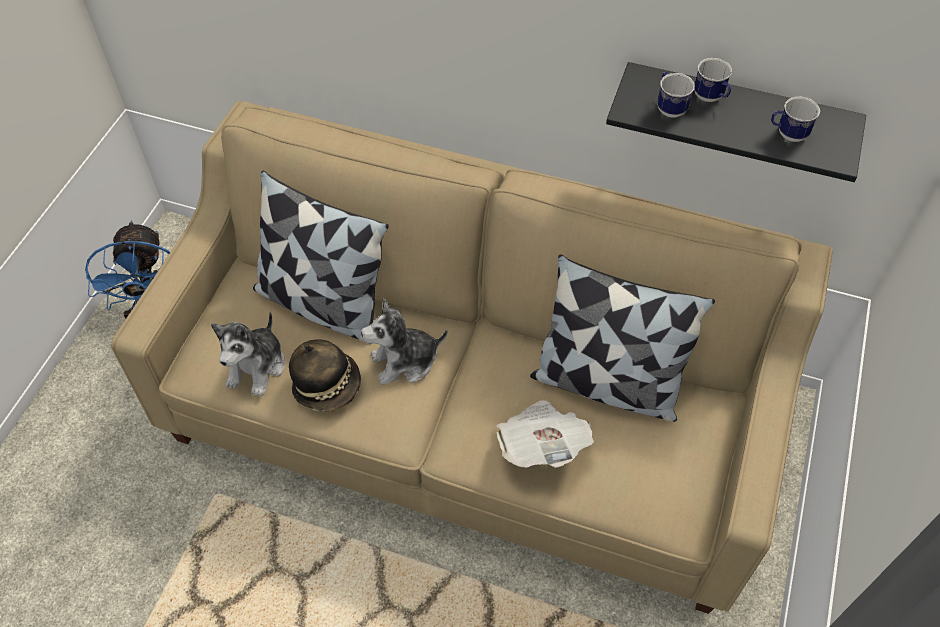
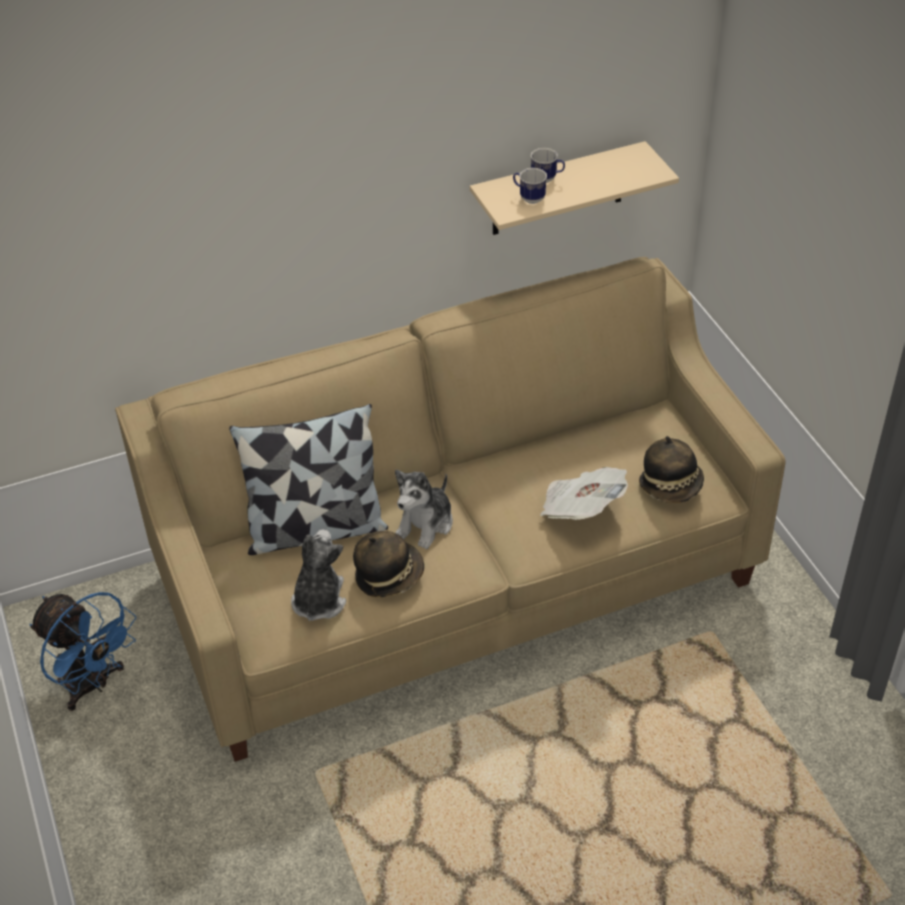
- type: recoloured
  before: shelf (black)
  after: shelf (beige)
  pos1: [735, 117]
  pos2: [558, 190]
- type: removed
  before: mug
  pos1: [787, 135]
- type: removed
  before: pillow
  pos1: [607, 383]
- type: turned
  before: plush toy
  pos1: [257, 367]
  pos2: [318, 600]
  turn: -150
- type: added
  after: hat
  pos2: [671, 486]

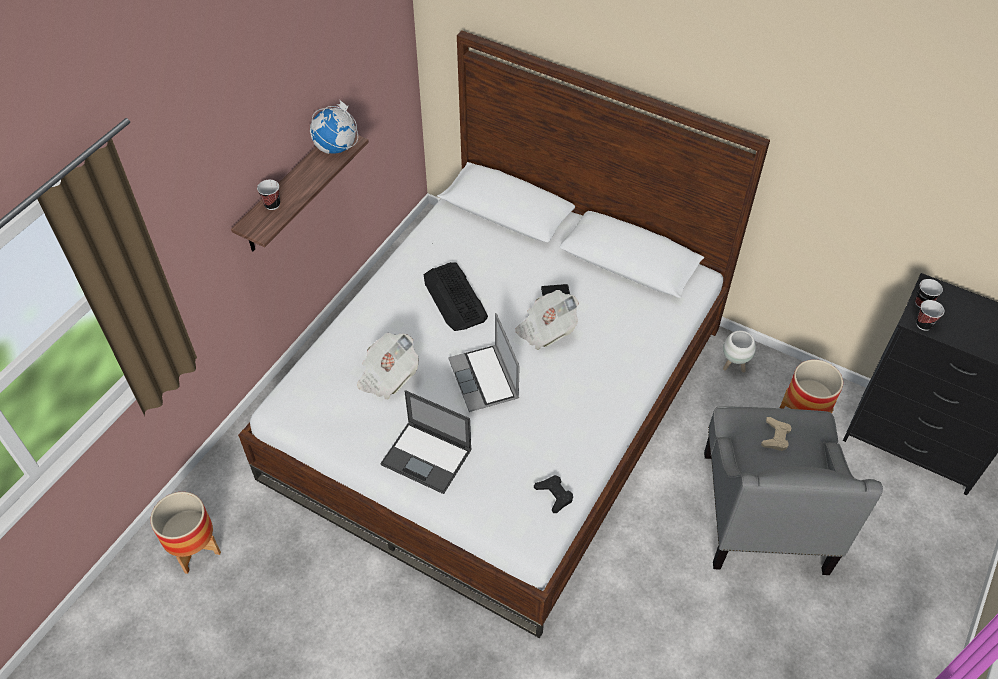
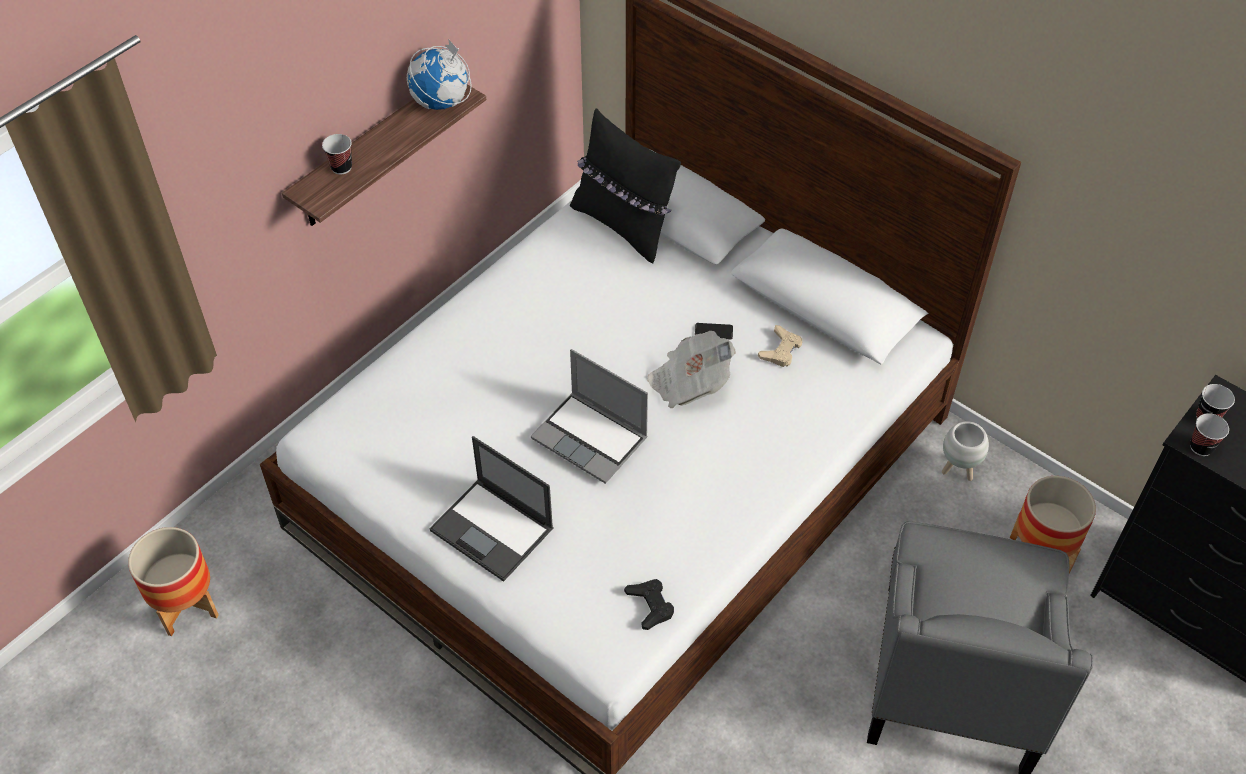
- type: removed
  before: keyboard
  pos1: [454, 297]
- type: turned
  before: laptop
  pos1: [485, 380]
  pos2: [591, 438]
  turn: -45
- type: removed
  before: newspaper
  pos1: [387, 376]
- type: moved
  before: game controller (beige)
  pos1: [775, 436]
  pos2: [781, 350]
- type: added
  after: pillow (black)
  pos2: [624, 225]

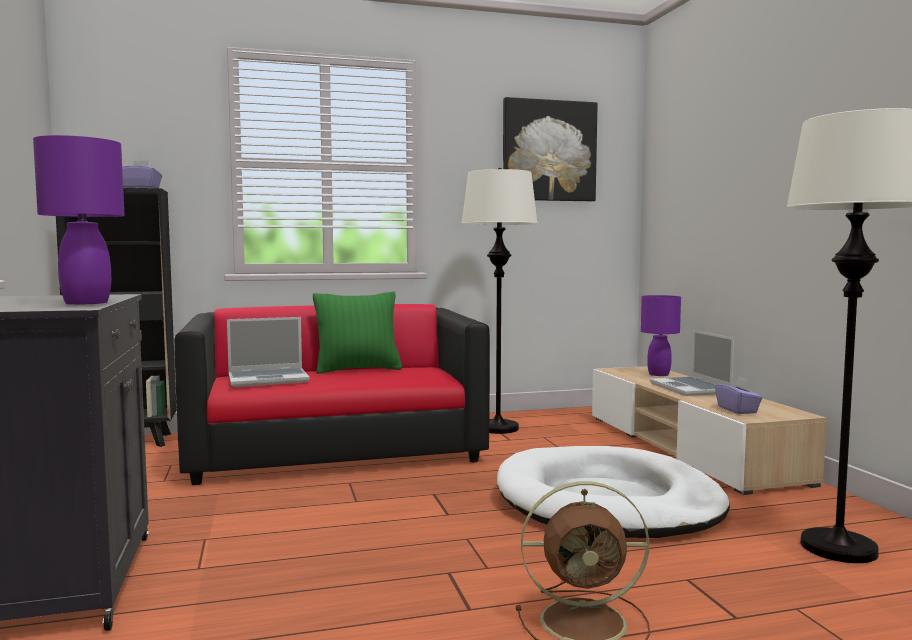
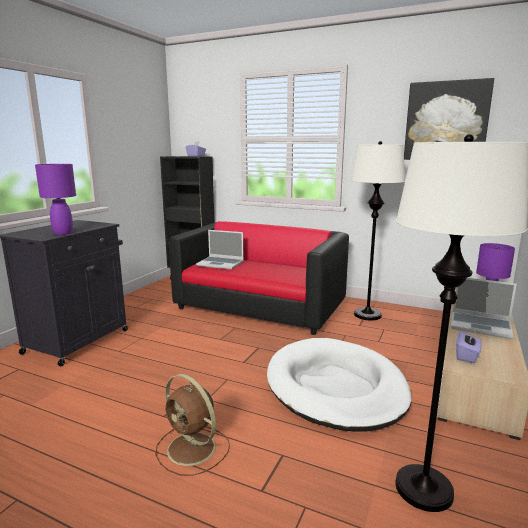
- type: removed
  before: pillow (green)
  pos1: [358, 370]
- type: turned
  before: laptop
  pos1: [691, 388]
  pos2: [481, 326]
  turn: -90

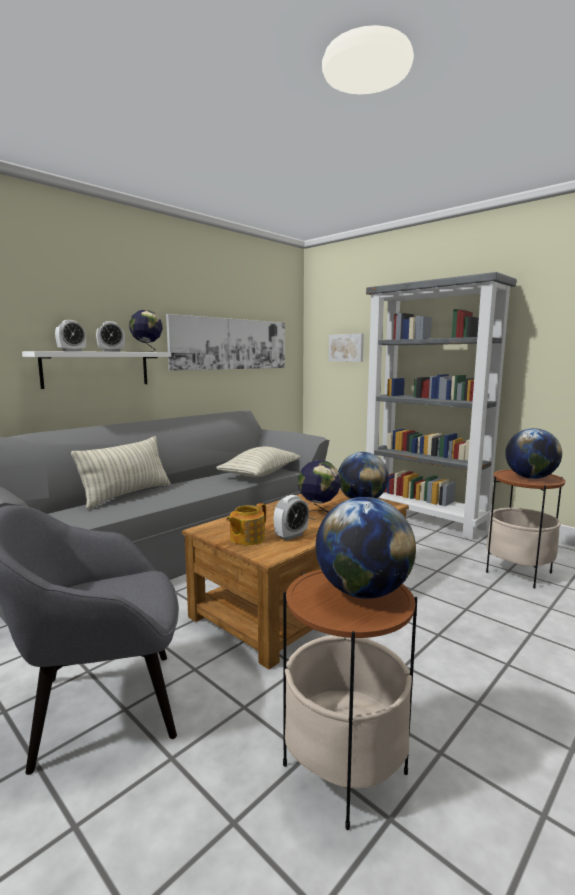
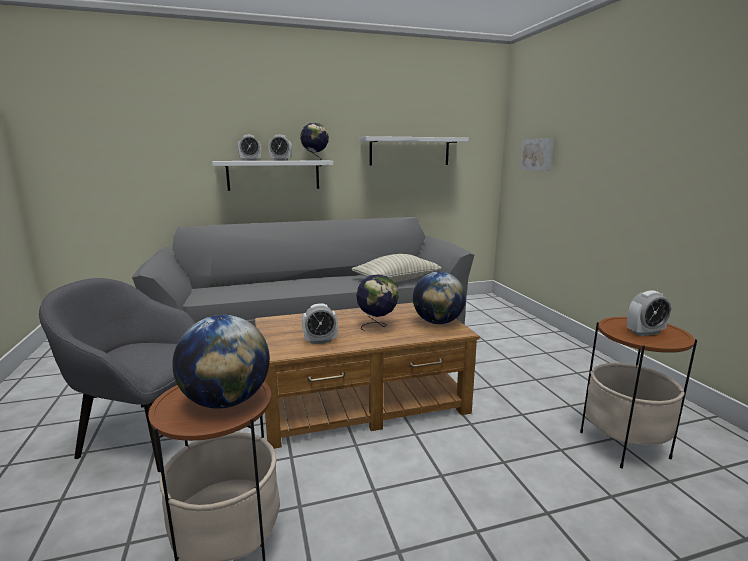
- type: removed
  before: bookcase (grey)
  pos1: [424, 519]
- type: replaced
  before: picture
  after: shelf (white)
  pos1: [231, 344]
  pos2: [409, 151]
- type: replaced
  before: globe
  after: alarm clock
  pos1: [530, 478]
  pos2: [645, 333]
- type: removed
  before: pillow
  pos1: [127, 495]
- type: removed
  before: teapot
  pos1: [246, 539]

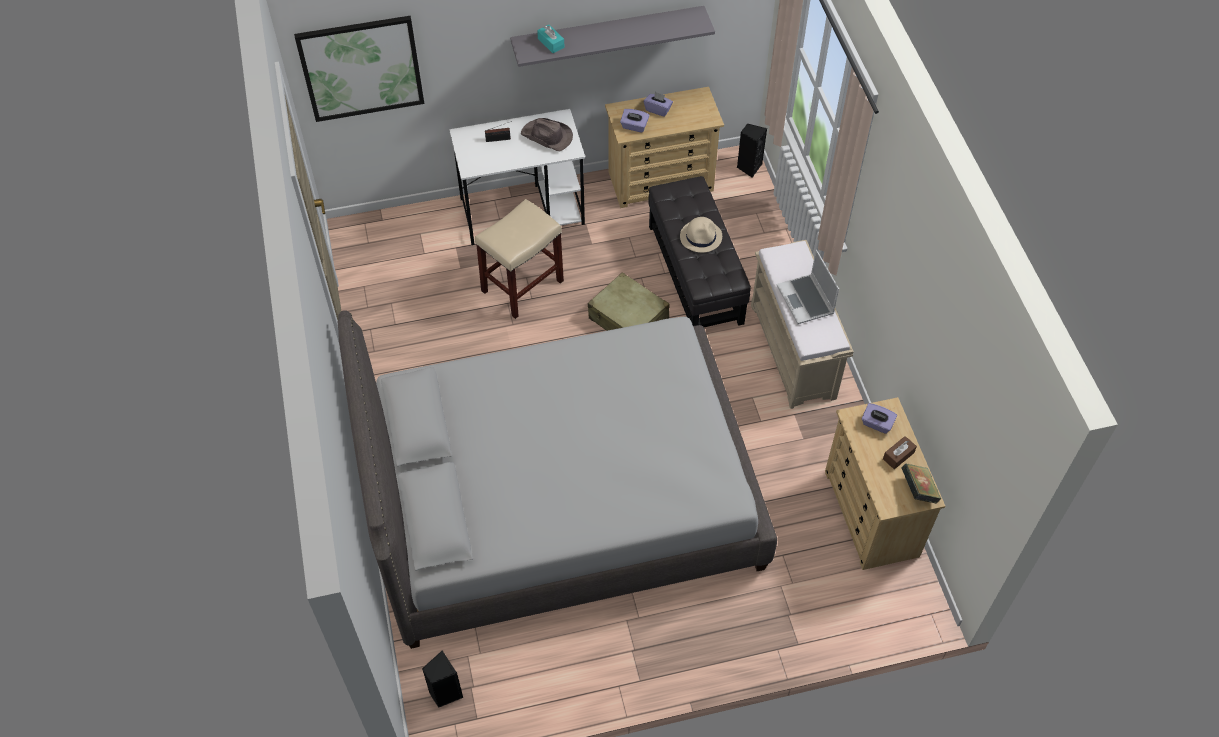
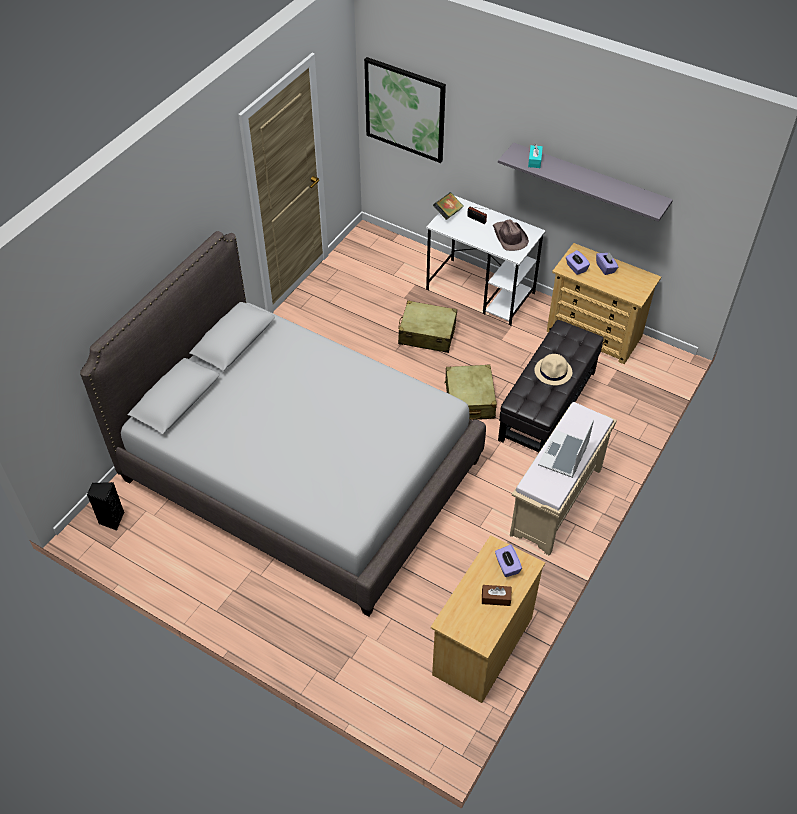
- type: removed
  before: speaker (black)
  pos1: [749, 167]
- type: replaced
  before: stool (beige)
  after: suitcase (beige)
  pos1: [522, 287]
  pos2: [427, 334]
- type: moved
  before: book
  pos1: [918, 490]
  pos2: [448, 213]

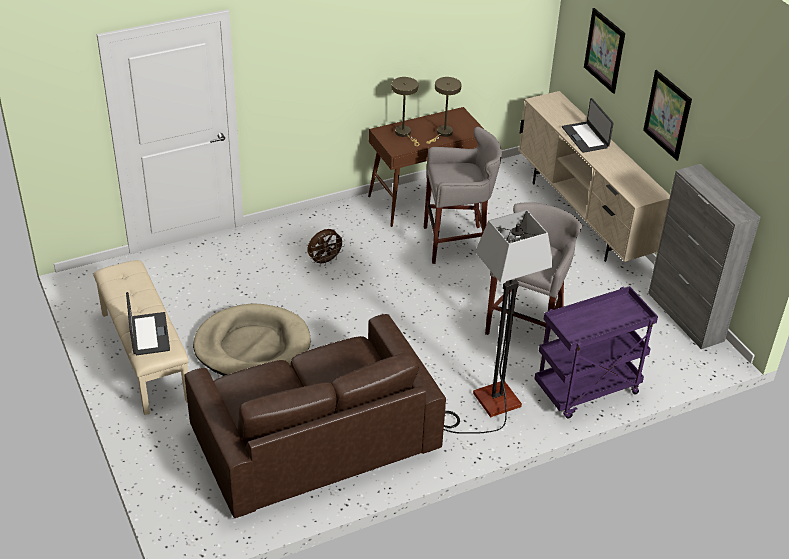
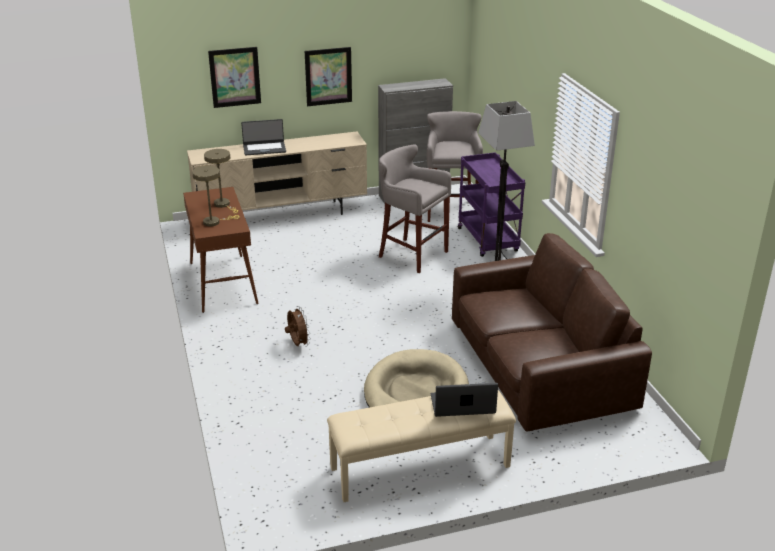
- type: moved
  before: stool (grey)
  pos1: [457, 243]
  pos2: [451, 210]

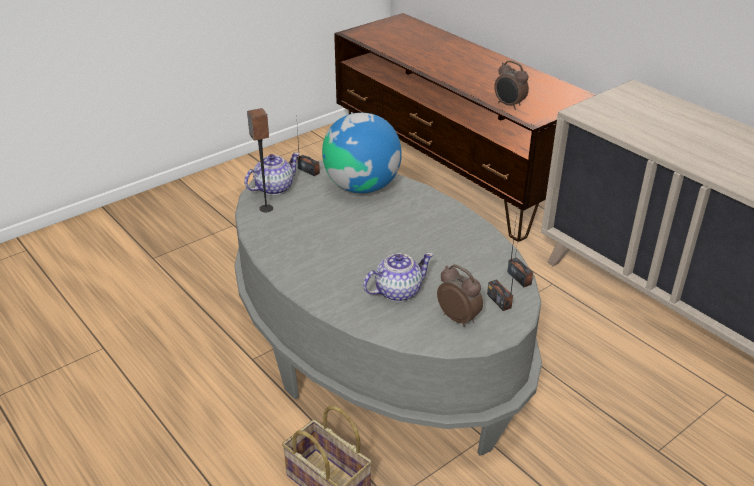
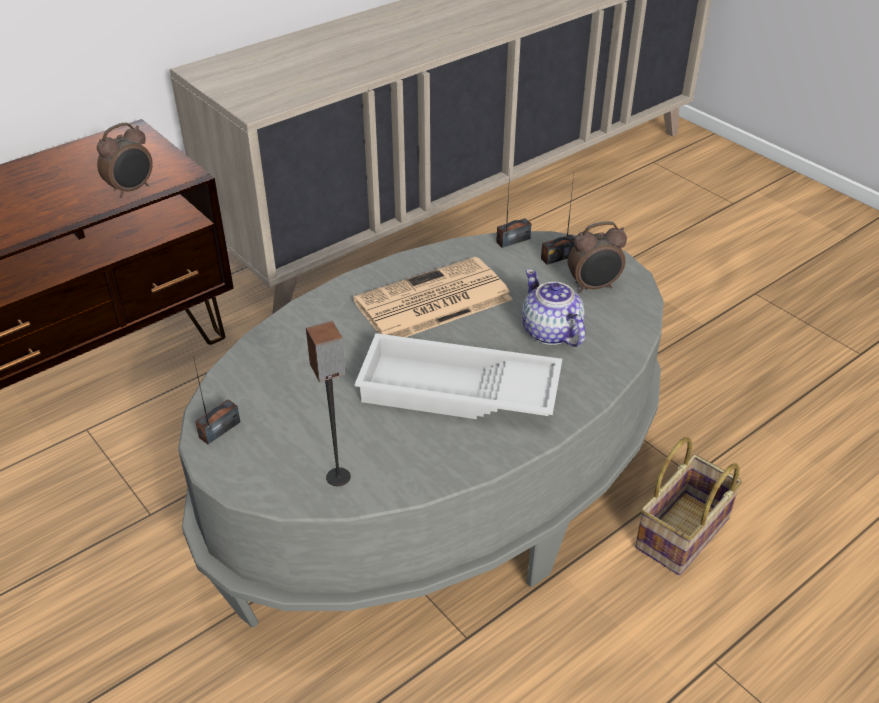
- type: removed
  before: globe
  pos1: [362, 186]
- type: removed
  before: teapot
  pos1: [273, 188]
- type: turned
  before: alarm clock
  pos1: [458, 318]
  pos2: [594, 287]
  turn: -150
- type: added
  after: newspaper
  pos2: [431, 302]
- type: added
  after: tray (white)
  pos2: [457, 393]

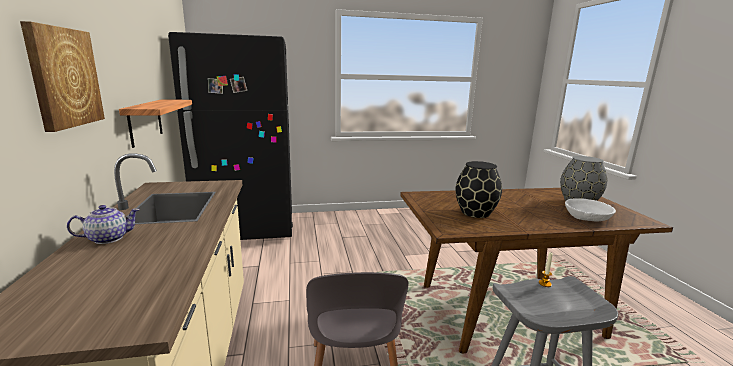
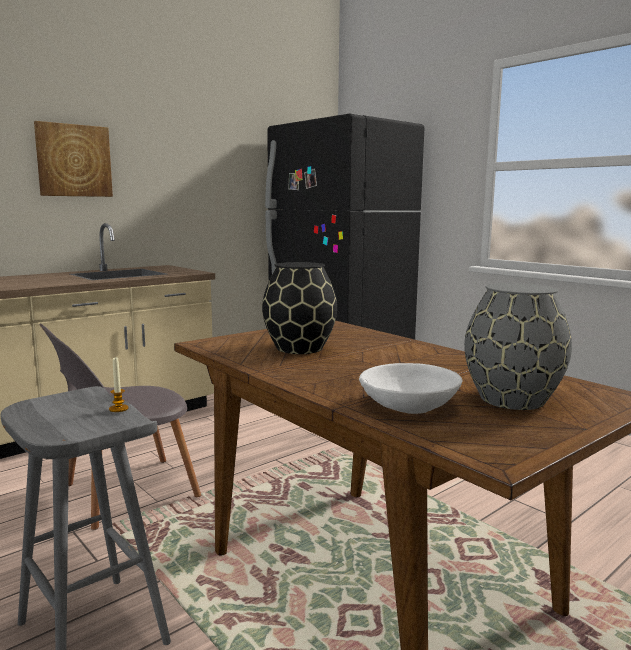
- type: removed
  before: shelf
  pos1: [145, 121]
- type: removed
  before: teapot
  pos1: [108, 238]

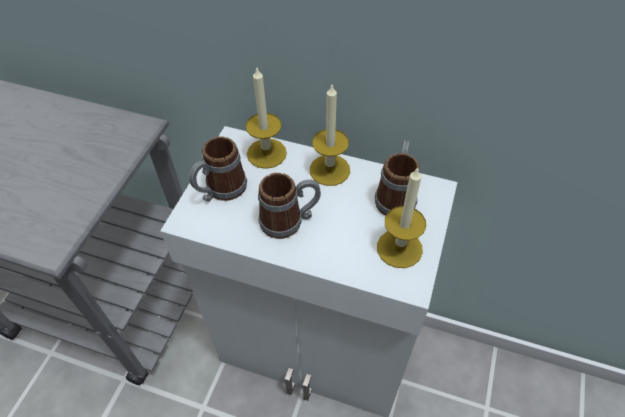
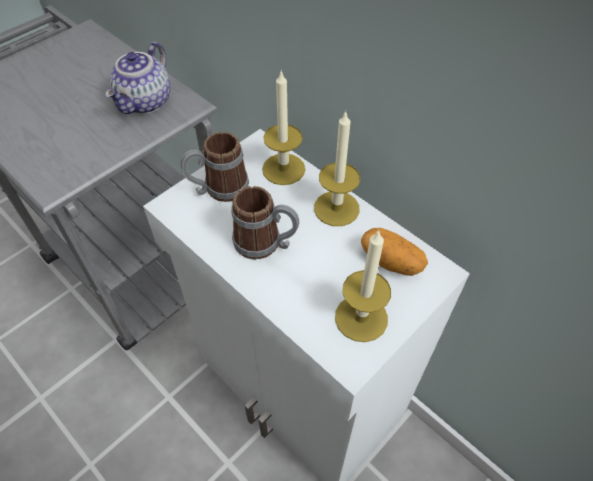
- type: replaced
  before: mug
  after: potato
  pos1: [396, 195]
  pos2: [391, 261]
- type: added
  after: teapot
  pos2: [146, 103]

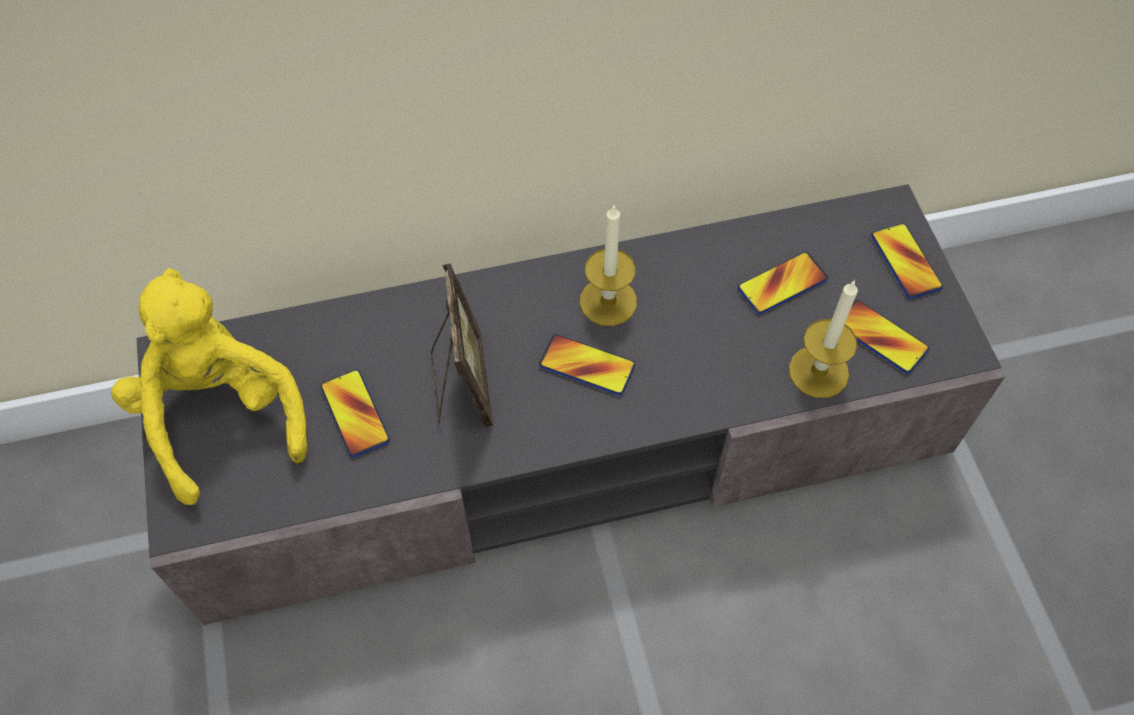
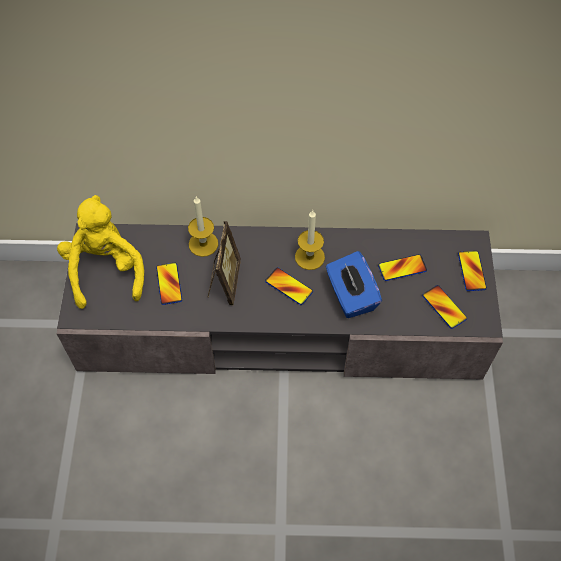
- type: moved
  before: candle
  pos1: [818, 371]
  pos2: [203, 244]
- type: added
  after: tissue box (blue)
  pos2: [351, 296]

